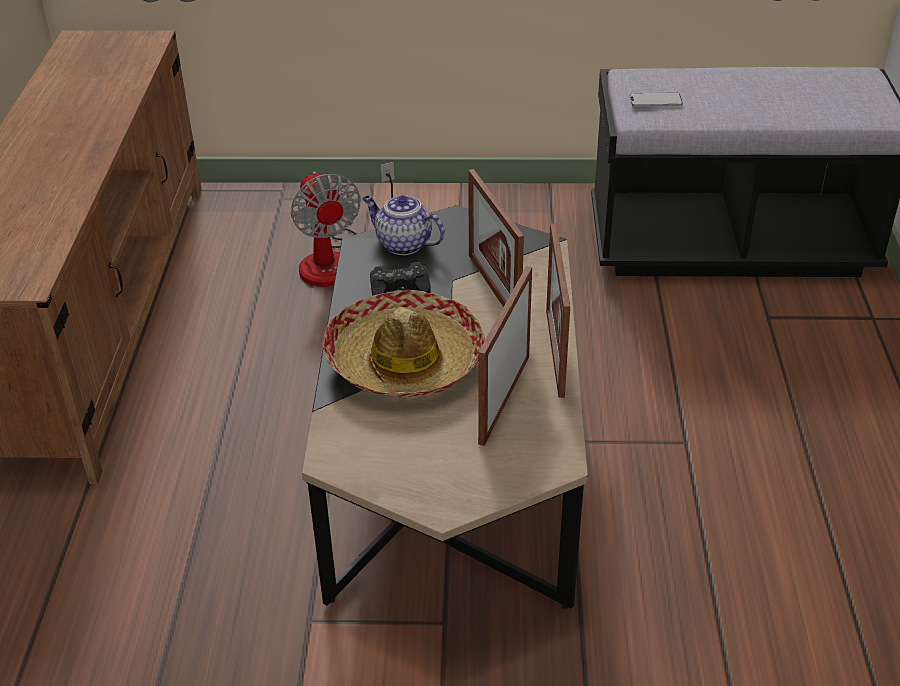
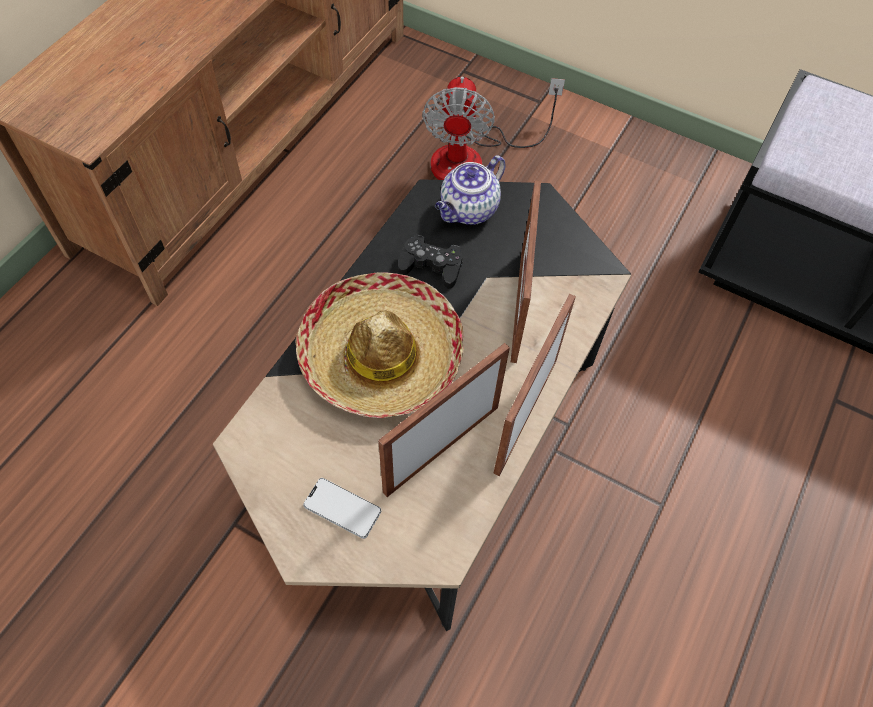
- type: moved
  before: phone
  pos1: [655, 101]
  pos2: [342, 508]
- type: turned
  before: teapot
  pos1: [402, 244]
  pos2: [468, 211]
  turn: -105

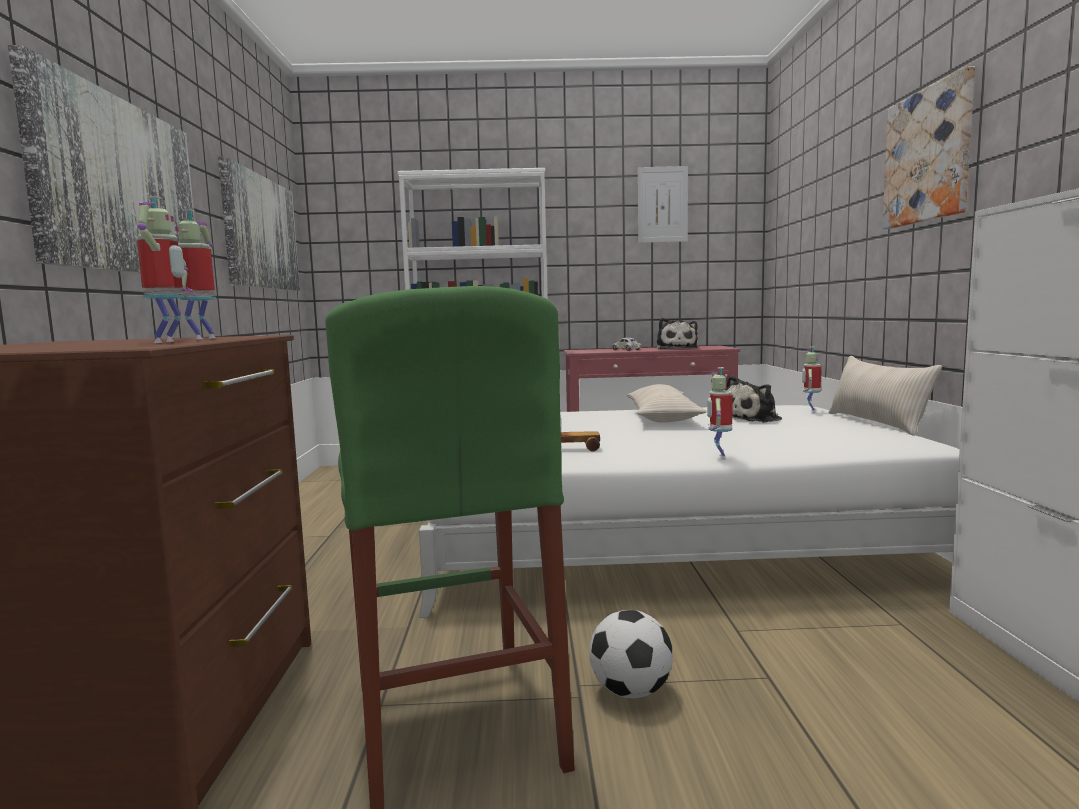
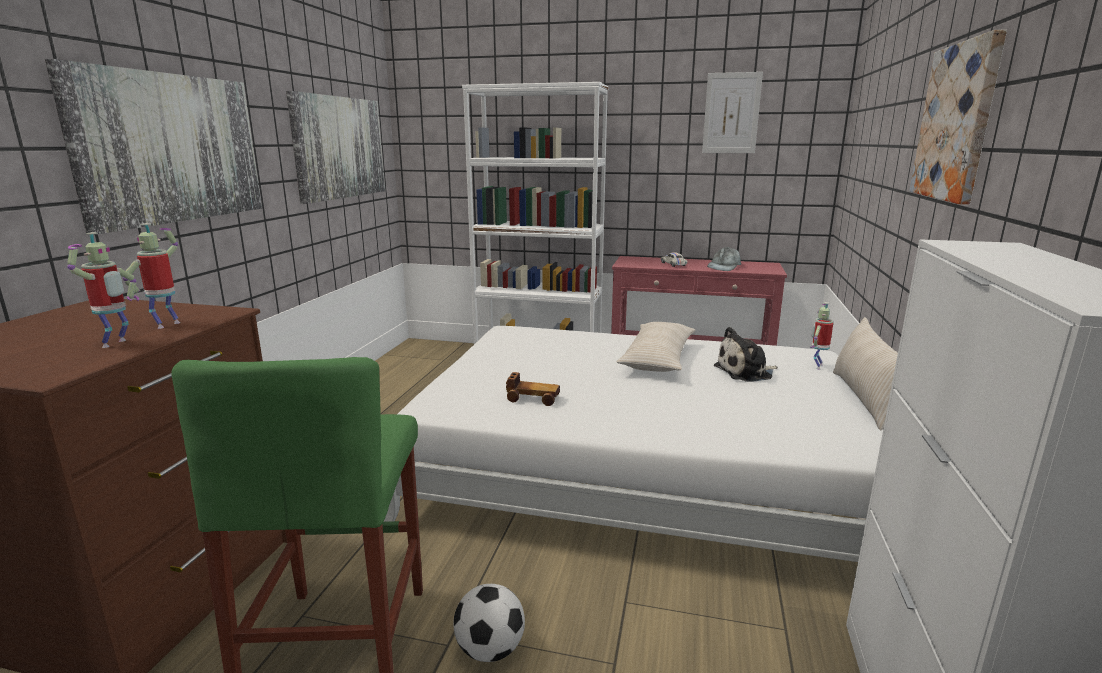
- type: replaced
  before: plush toy
  after: cap (grey)
  pos1: [676, 348]
  pos2: [724, 266]
- type: removed
  before: toy robot
  pos1: [719, 457]

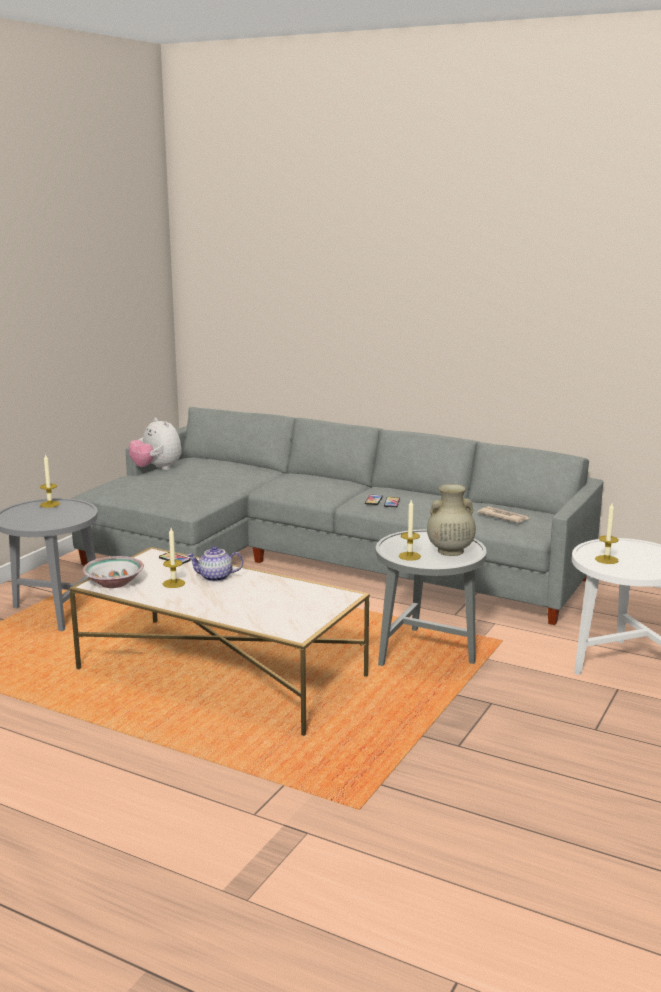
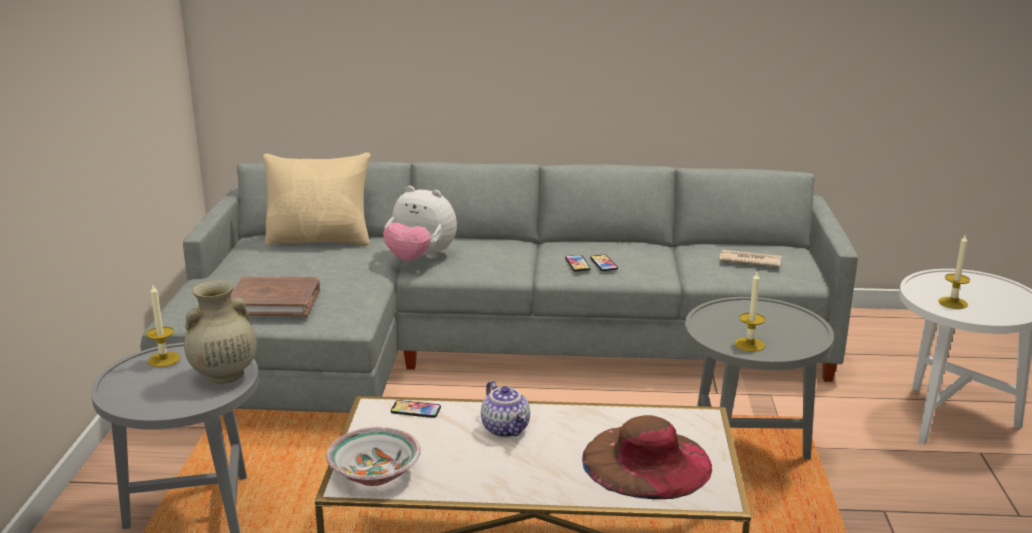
- type: moved
  before: plush toy
  pos1: [157, 469]
  pos2: [420, 259]
- type: moved
  before: vase (beige)
  pos1: [449, 551]
  pos2: [223, 375]
- type: removed
  before: candle
  pos1: [173, 583]
- type: turned
  before: teapot
  pos1: [215, 577]
  pos2: [507, 429]
  turn: -90
- type: added
  after: pillow (beige)
  pos2: [320, 240]
- type: added
  after: book (brown)
  pos2: [274, 301]
- type: added
  after: hat (brown)
  pos2: [646, 461]

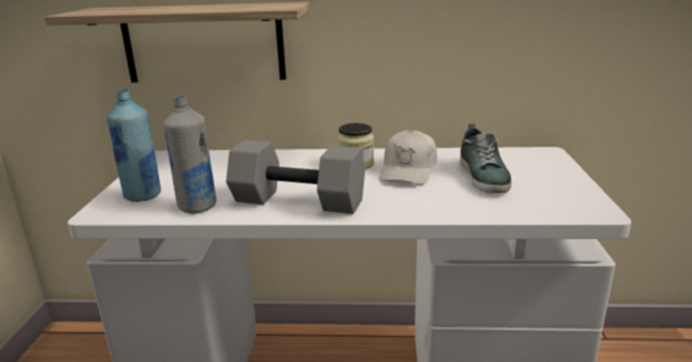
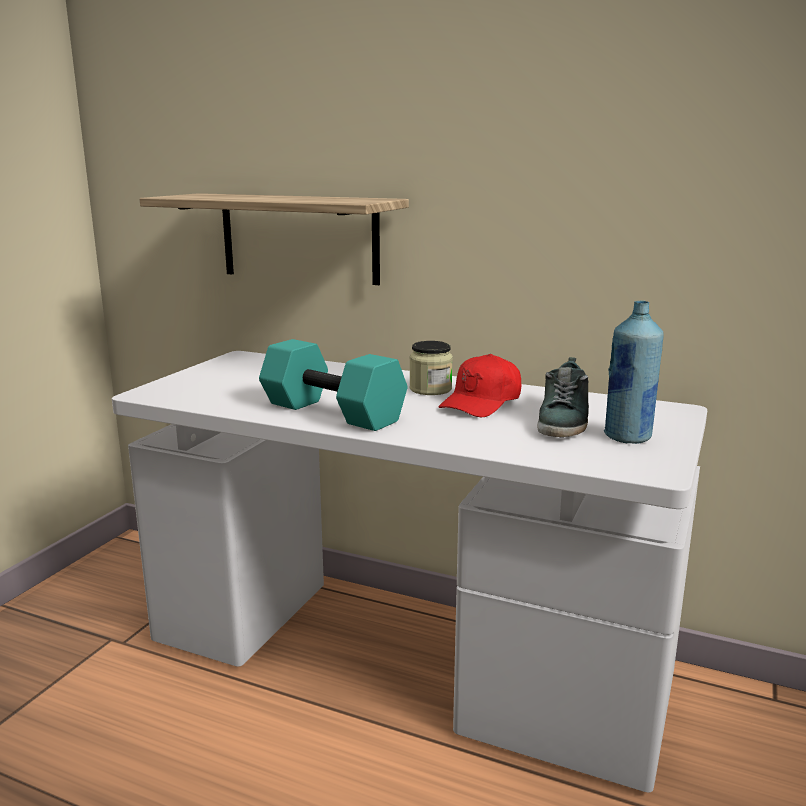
- type: moved
  before: bottle (blue)
  pos1: [143, 195]
  pos2: [627, 437]
- type: removed
  before: bottle (grey)
  pos1: [197, 206]
- type: recoloured
  before: cap (white)
  after: cap (red)
  pos1: [408, 170]
  pos2: [482, 403]
- type: recoloured
  before: dumbbell (grey)
  after: dumbbell (turquoise)
  pos1: [296, 202]
  pos2: [330, 413]

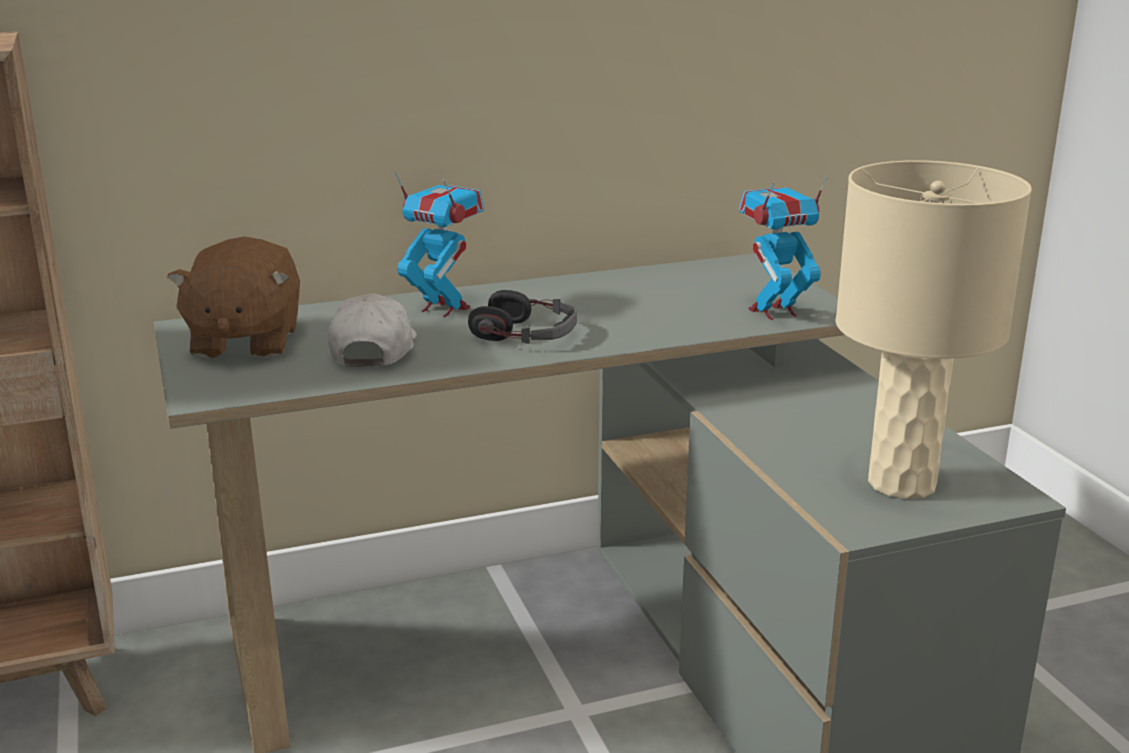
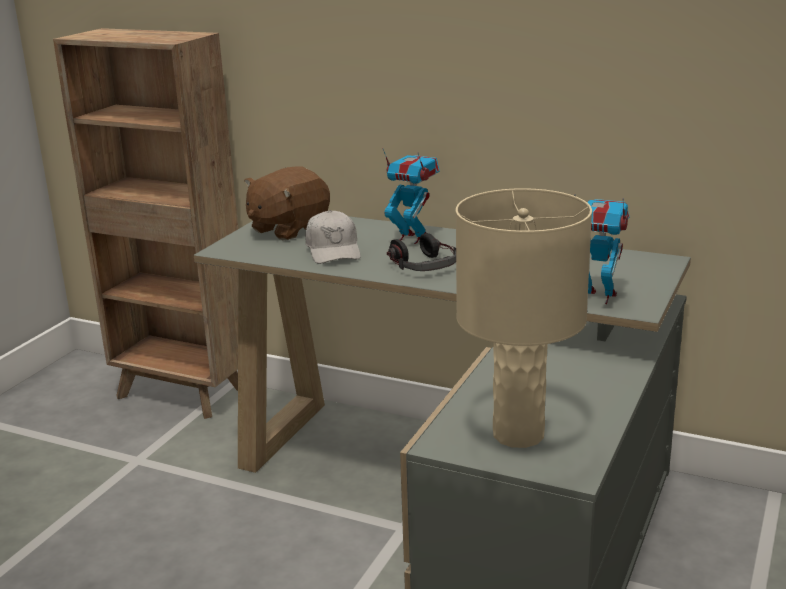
- type: turned
  before: toy robot
  pos1: [444, 308]
  pos2: [413, 238]
  turn: -45
- type: turned
  before: cap (white)
  pos1: [374, 350]
  pos2: [333, 250]
  turn: 120

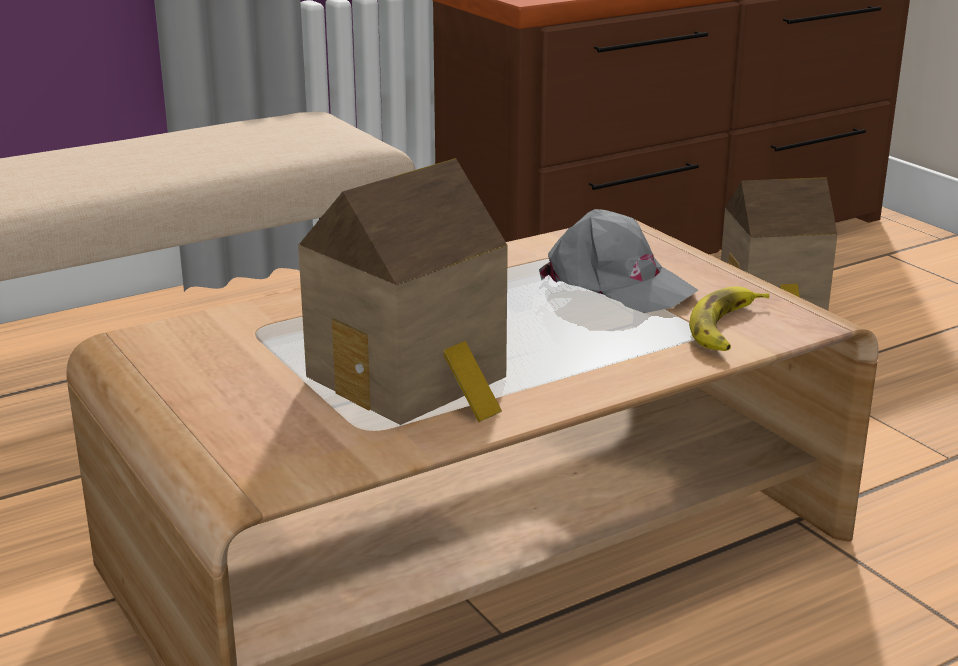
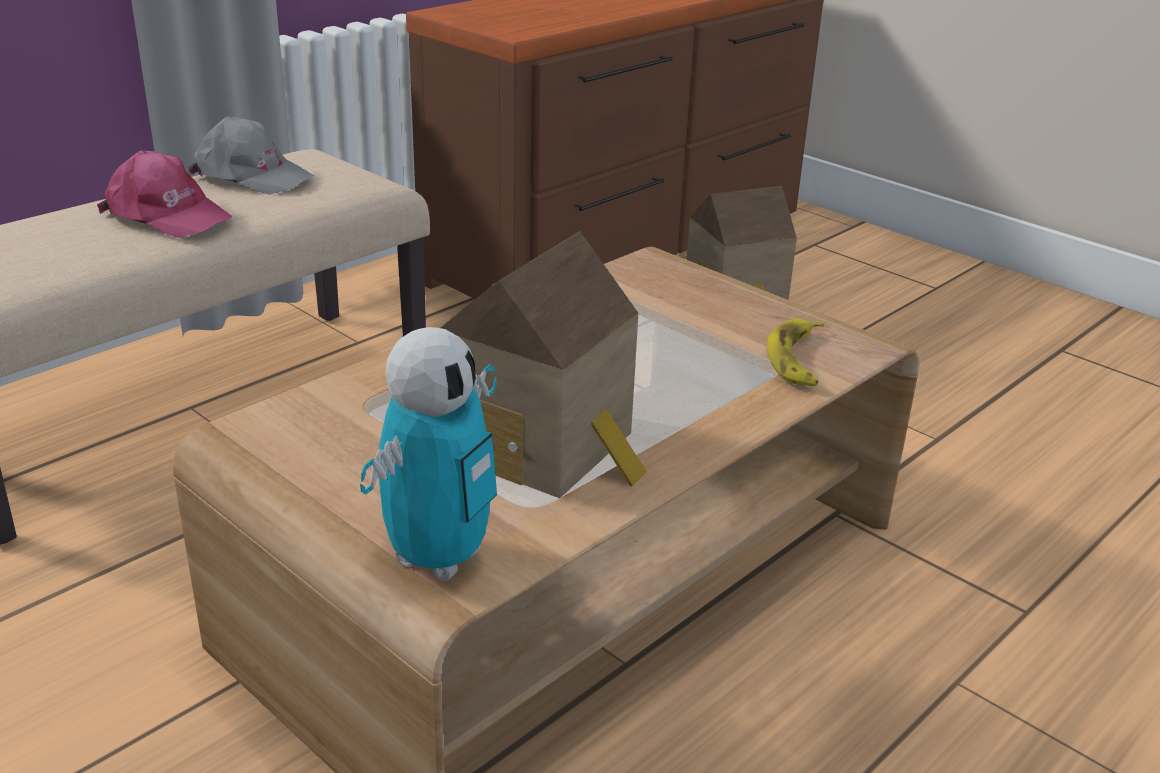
- type: moved
  before: cap (grey)
  pos1: [616, 285]
  pos2: [251, 176]
- type: added
  after: cap (pink)
  pos2: [167, 215]
- type: added
  after: toy robot
  pos2: [438, 558]

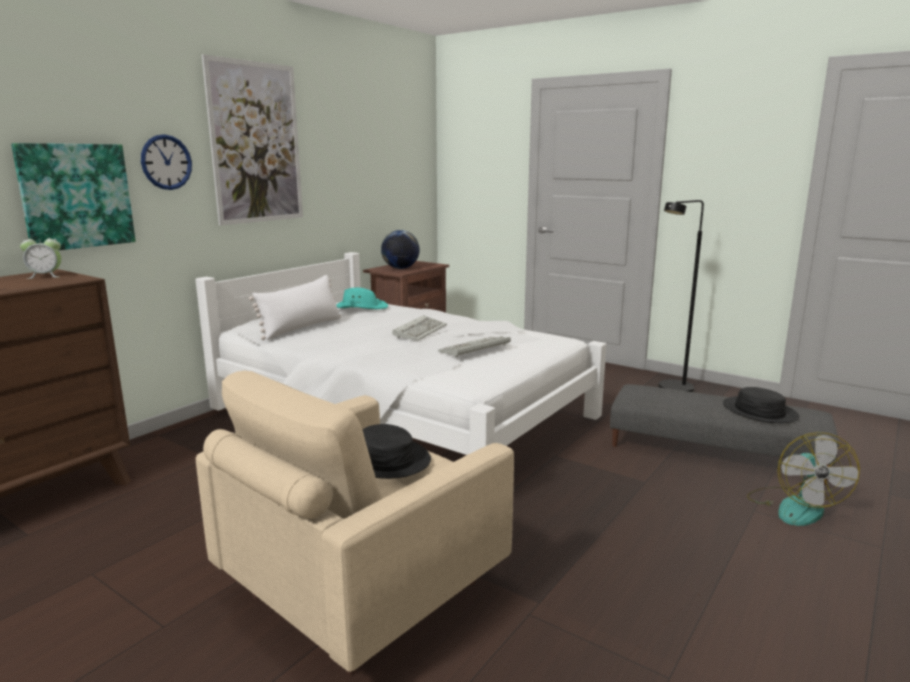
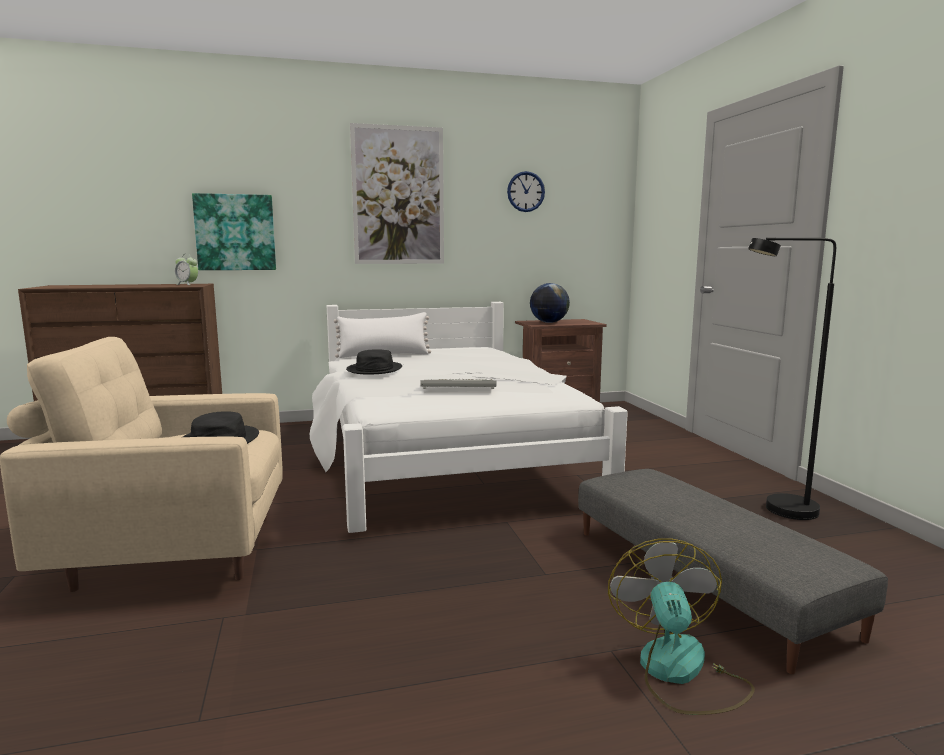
- type: moved
  before: wall clock
  pos1: [166, 162]
  pos2: [525, 191]
- type: removed
  before: hat (turquoise)
  pos1: [360, 307]
- type: removed
  before: keyboard
  pos1: [420, 331]
- type: moved
  before: hat (black)
  pos1: [759, 411]
  pos2: [374, 369]
- type: turned
  before: fan
  pos1: [794, 506]
  pos2: [679, 672]
  turn: 135

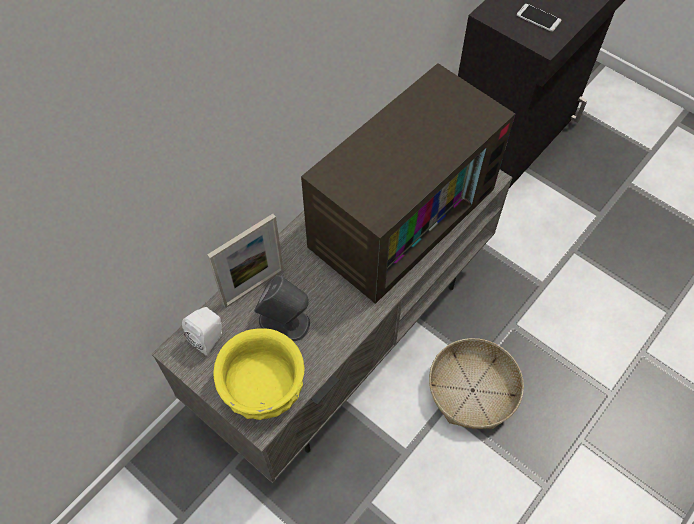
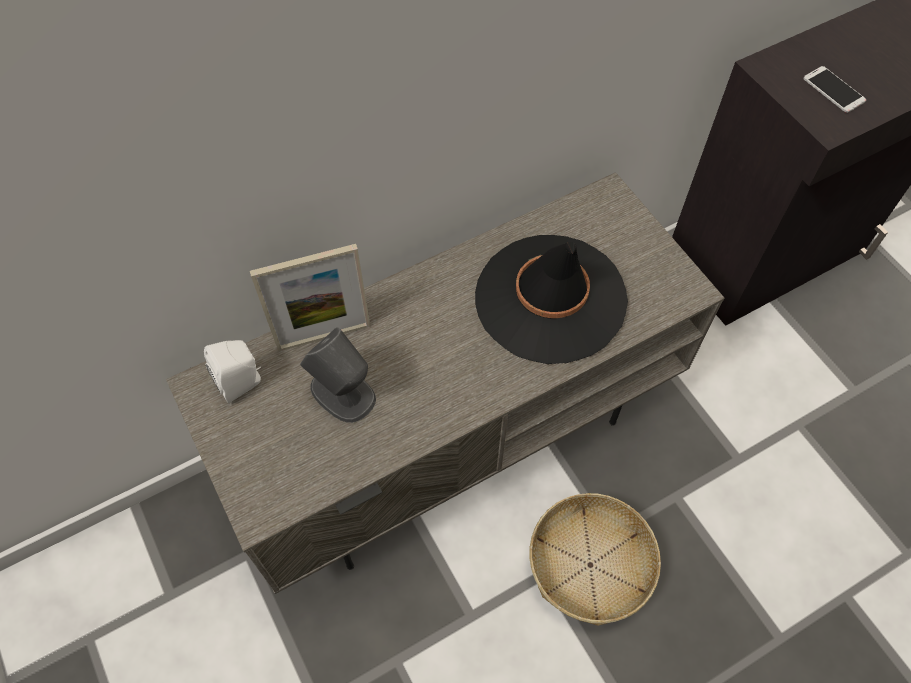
- type: replaced
  before: television
  after: hat (black)
  pos1: [399, 212]
  pos2: [550, 299]
- type: removed
  before: bowl (yellow)
  pos1: [263, 386]

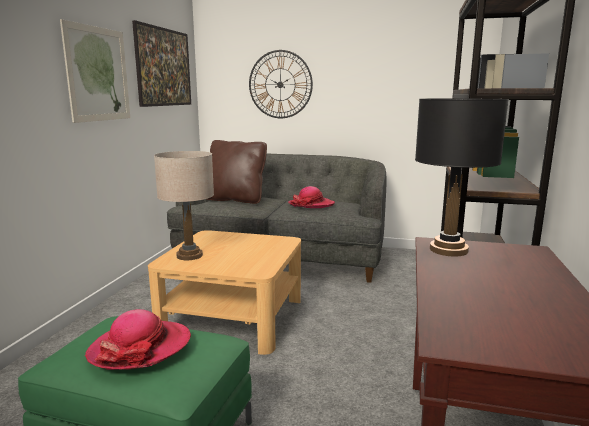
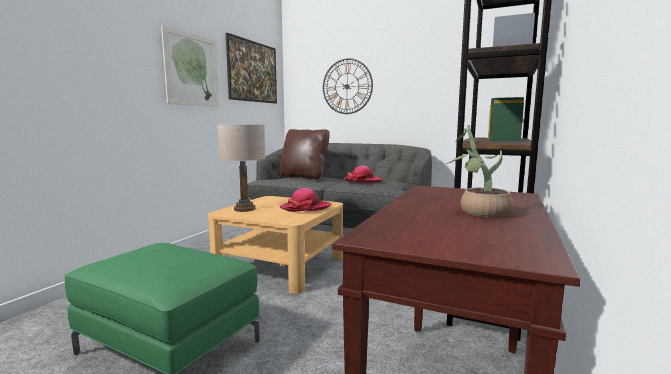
- type: removed
  before: table lamp (black)
  pos1: [448, 250]
- type: moved
  before: hat
  pos1: [140, 348]
  pos2: [306, 208]
- type: added
  after: potted plant
  pos2: [478, 212]

